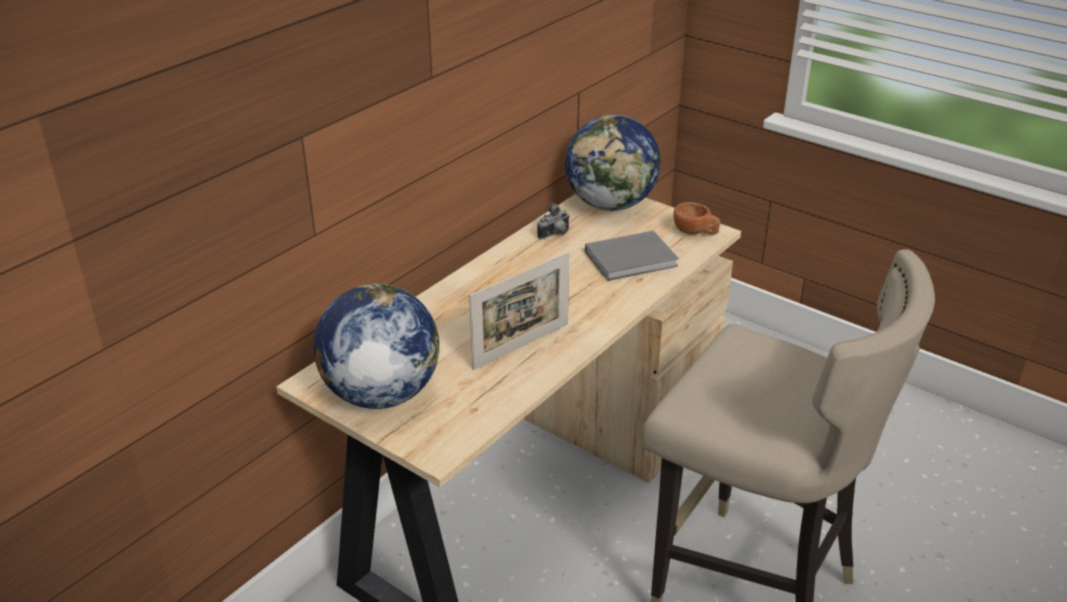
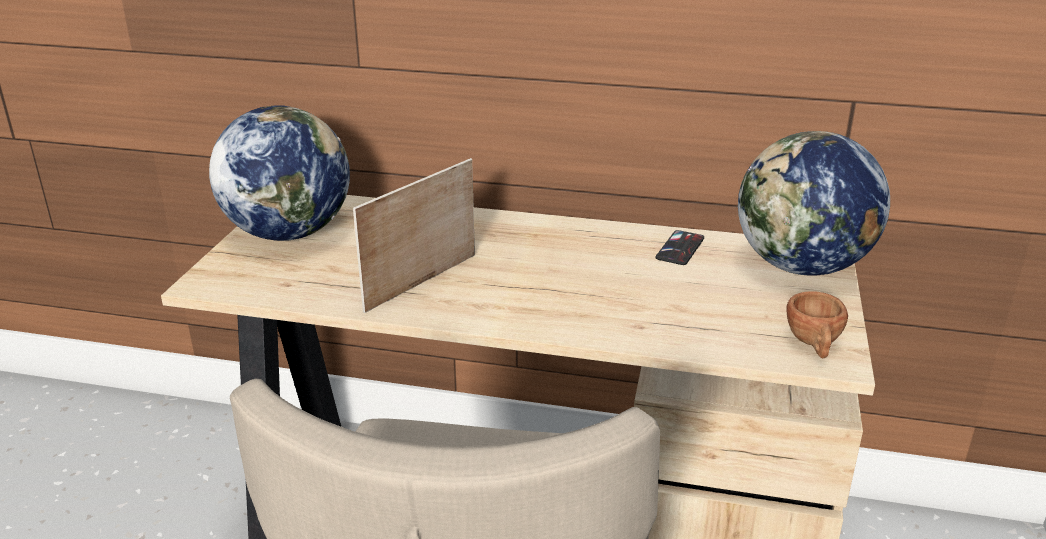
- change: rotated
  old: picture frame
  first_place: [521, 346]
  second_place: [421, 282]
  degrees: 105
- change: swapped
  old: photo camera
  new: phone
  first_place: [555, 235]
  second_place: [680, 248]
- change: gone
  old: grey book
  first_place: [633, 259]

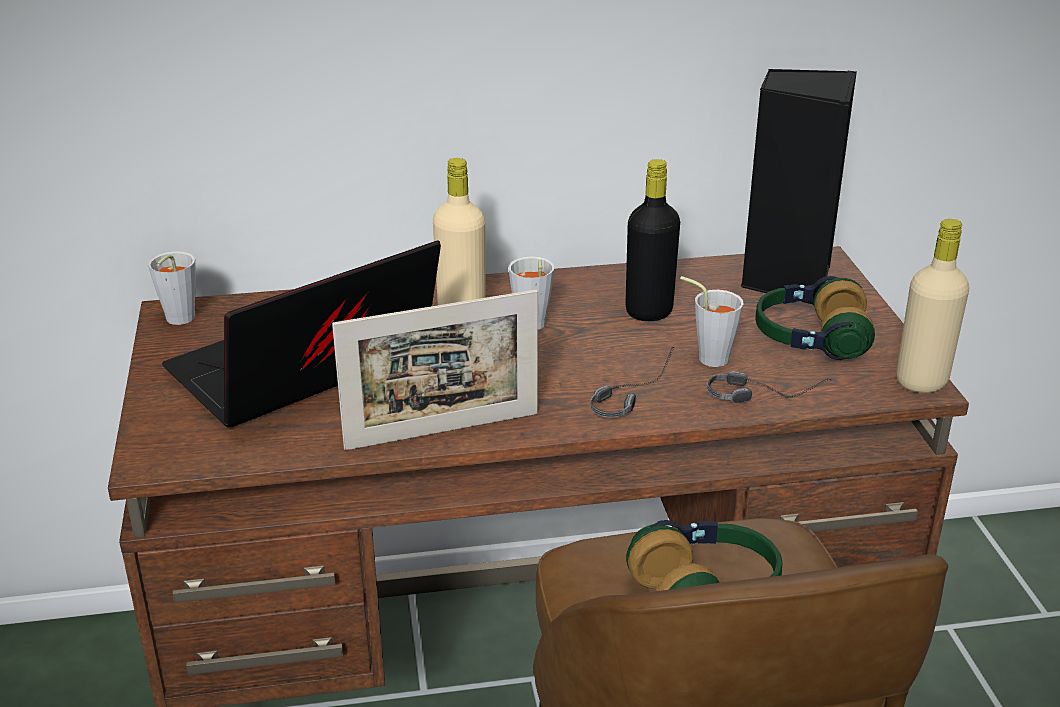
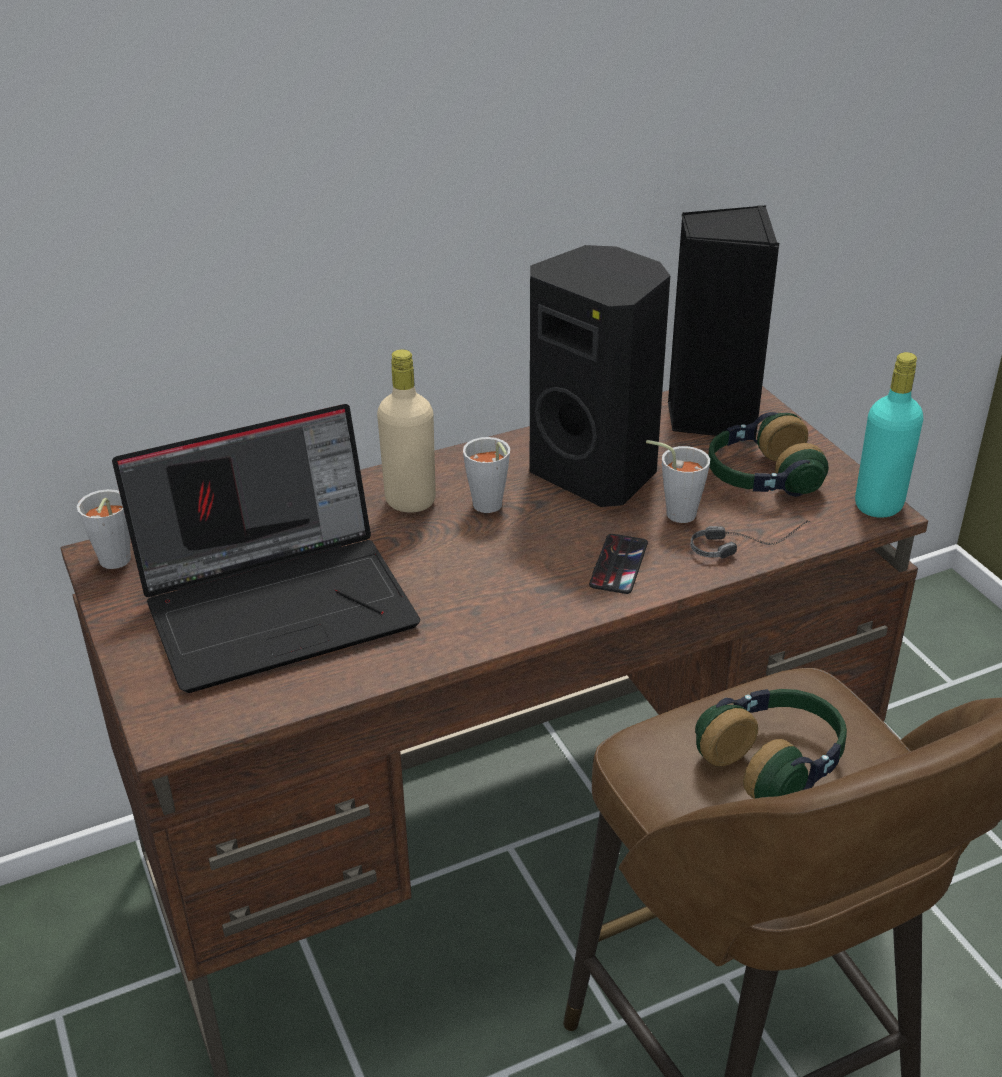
- change: rotated
  old: laptop
  first_place: [302, 373]
  second_place: [280, 602]
  degrees: -150
- change: swapped
  old: black bottle
  new: black speaker
  first_place: [649, 312]
  second_place: [596, 472]
- change: swapped
  old: headphones
  new: phone
  first_place: [630, 392]
  second_place: [618, 564]
- change: repainted
  old: beige bottle
  new: turquoise bottle
  first_place: [921, 381]
  second_place: [878, 505]
- change: gone
  old: picture frame
  first_place: [442, 431]

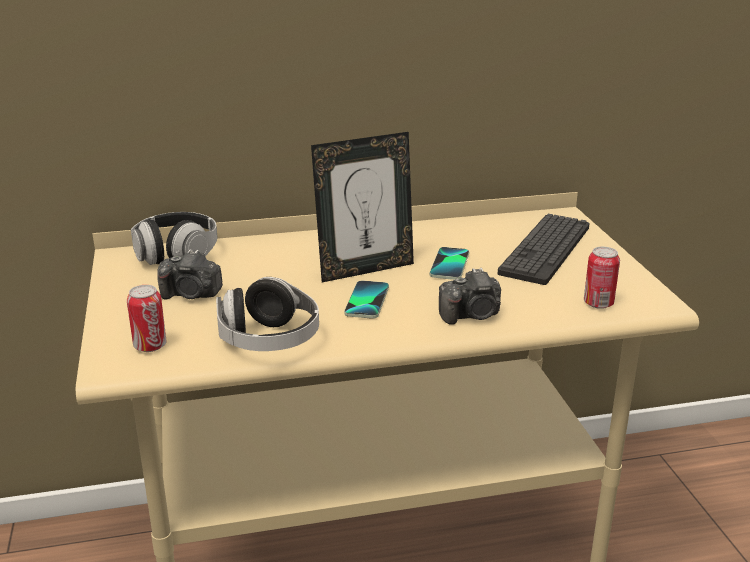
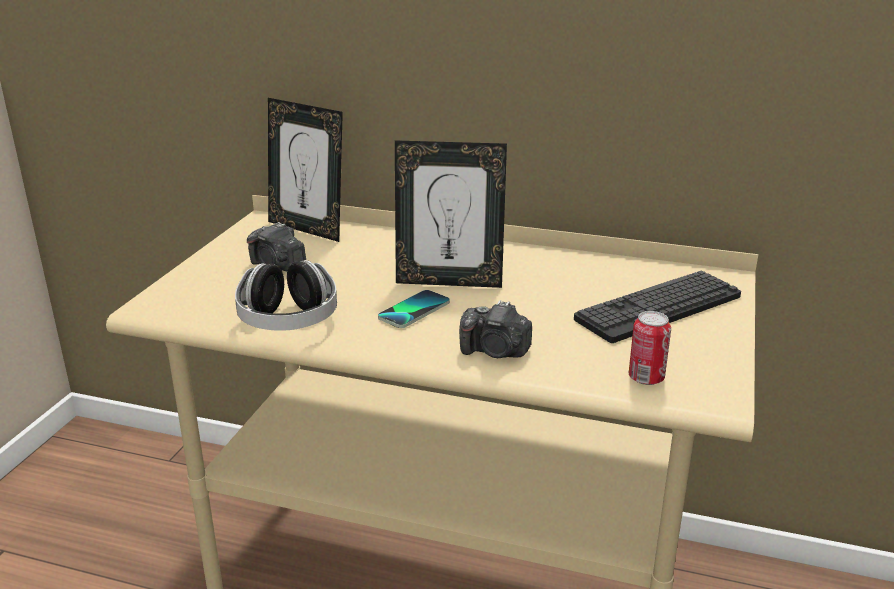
- change: swapped
  old: headphones
  new: picture frame
  first_place: [176, 254]
  second_place: [308, 229]
- change: gone
  old: can
  first_place: [150, 346]
- change: gone
  old: phone
  first_place: [450, 265]

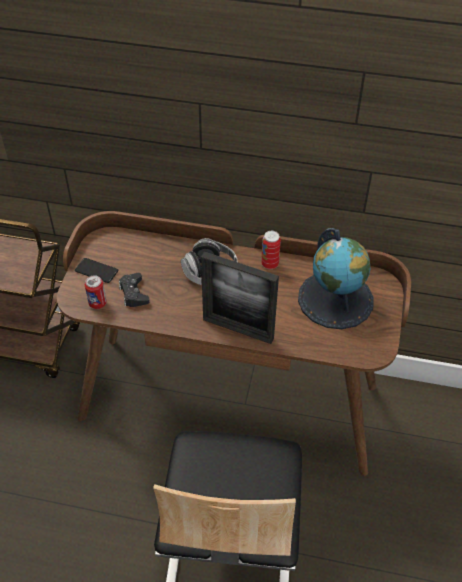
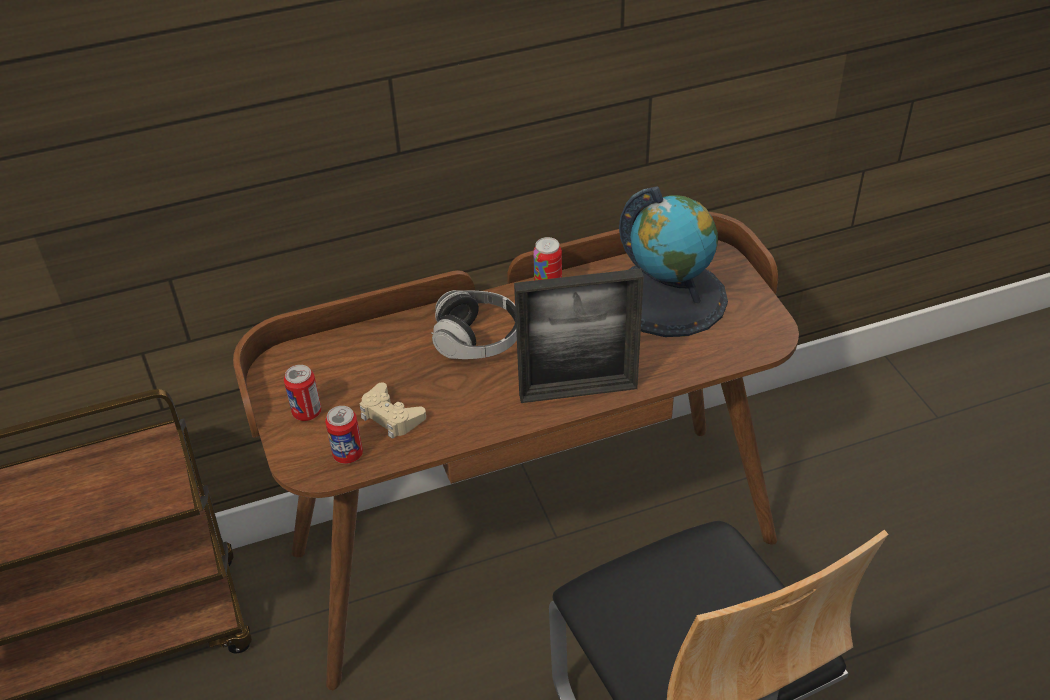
- change: swapped
  old: phone
  new: can
  first_place: [96, 271]
  second_place: [307, 412]
- change: repainted
  old: black game controller
  new: beige game controller
  first_place: [133, 293]
  second_place: [391, 416]

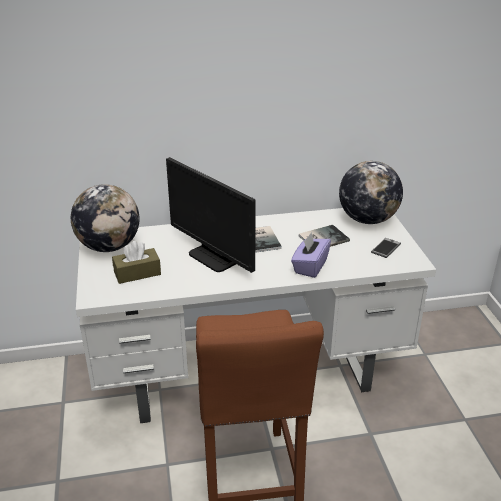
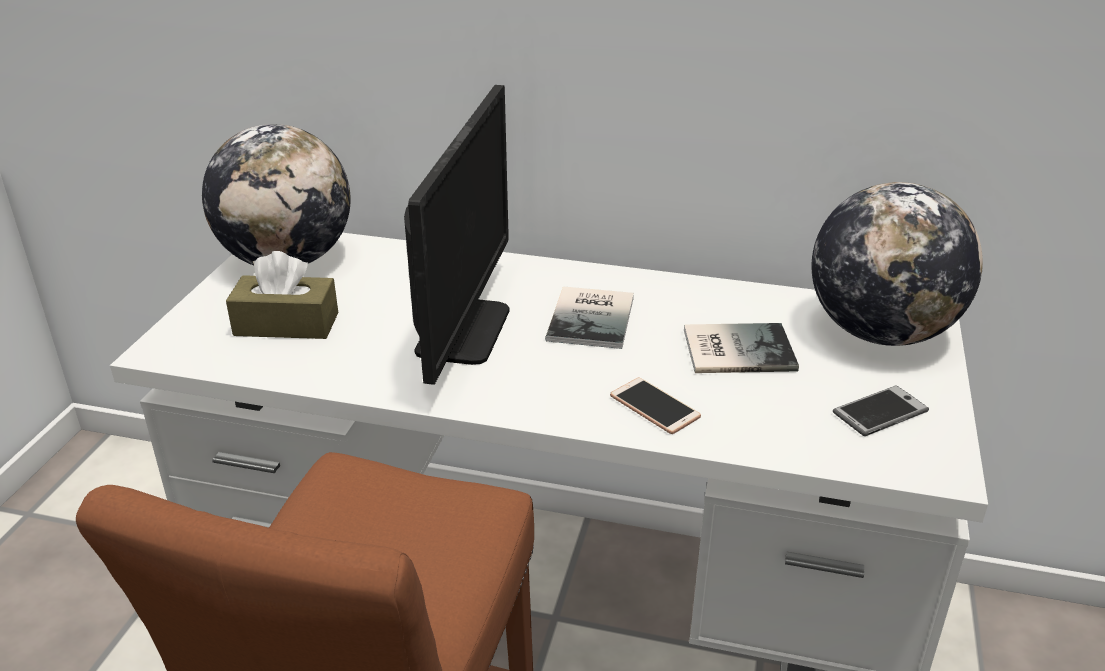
- change: rotated
  old: monitor
  first_place: [214, 257]
  second_place: [463, 331]
  degrees: -150
- change: swapped
  old: purple tissue box
  new: phone
  first_place: [310, 266]
  second_place: [654, 407]

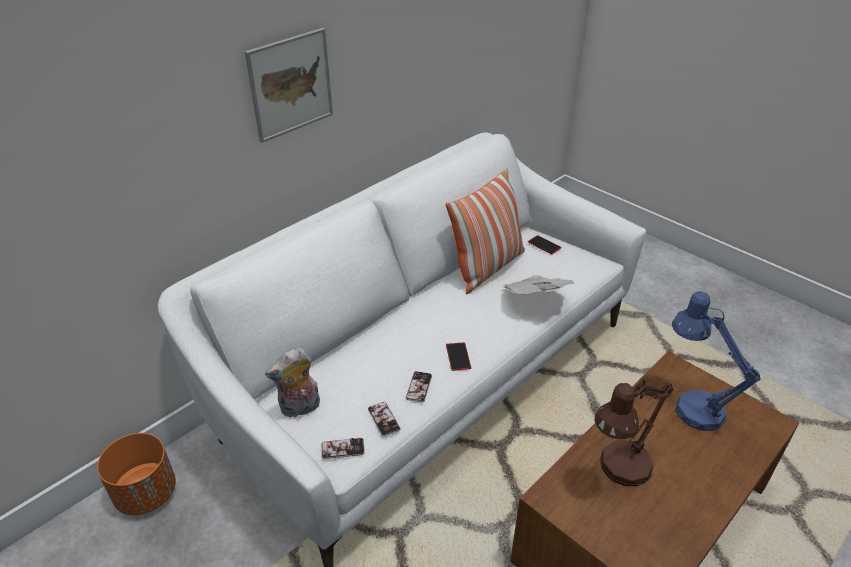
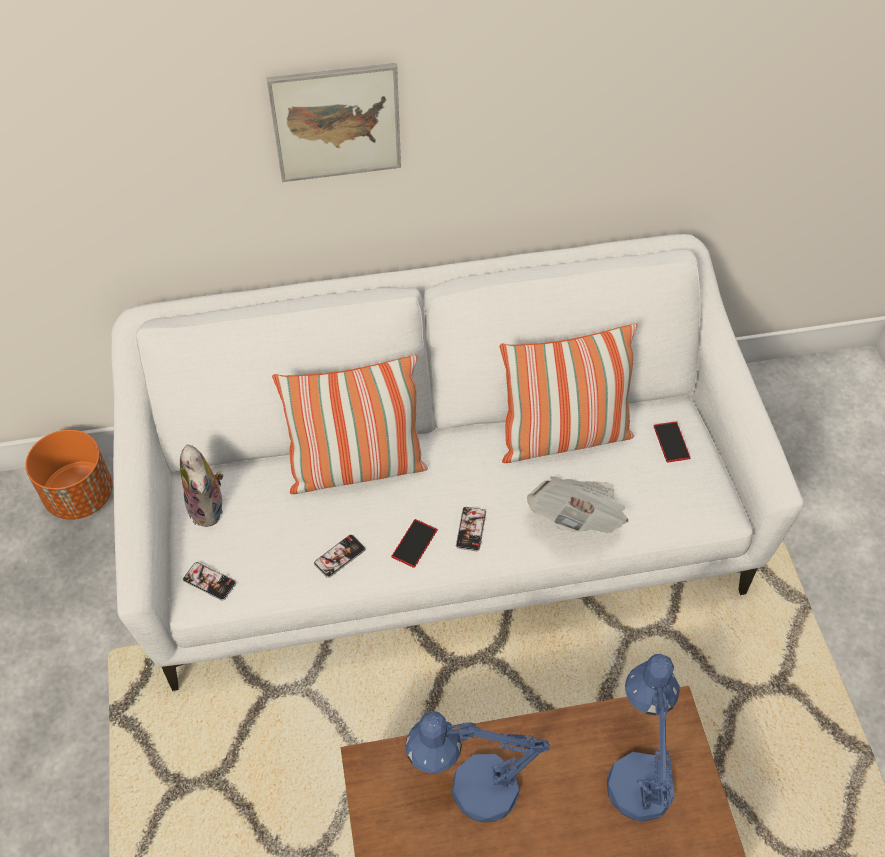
- change: rotated
  old: plush toy
  first_place: [300, 409]
  second_place: [209, 508]
  degrees: -120
- change: new
  new: pillow
  second_place: [356, 468]
- change: repainted
  old: brown table lamp
  new: blue table lamp
  first_place: [618, 471]
  second_place: [470, 789]
- change: shifted
  old: phone
  first_place: [383, 419]
  second_place: [471, 529]

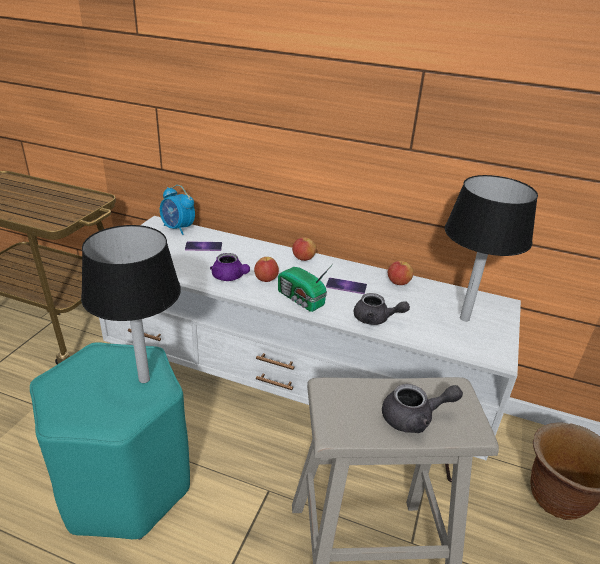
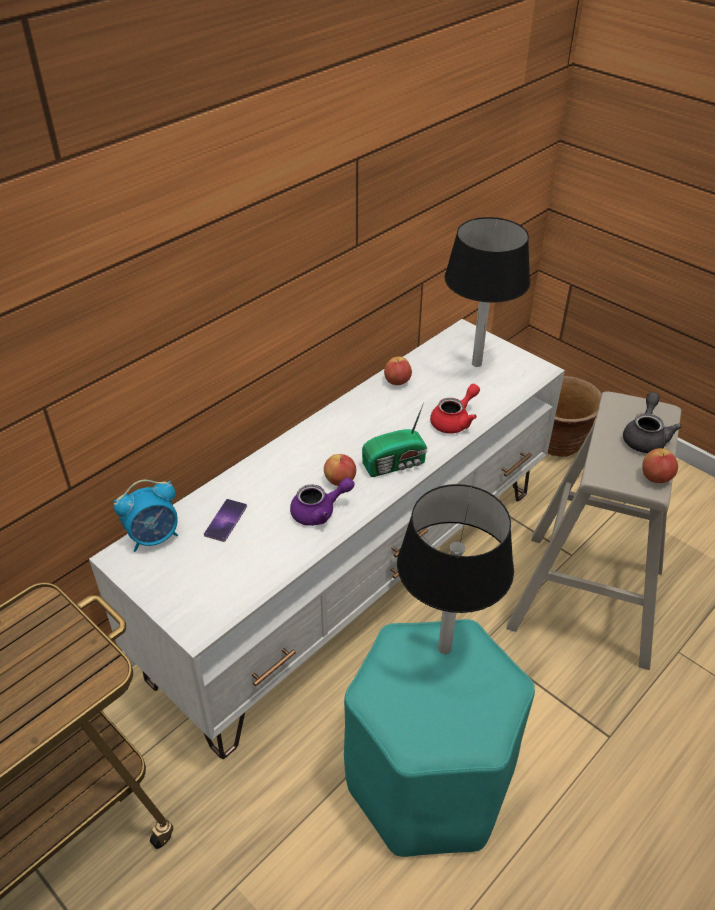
- change: repainted
  old: grey teapot
  new: red teapot
  first_place: [376, 319]
  second_place: [454, 421]
- change: shifted
  old: apple
  first_place: [303, 258]
  second_place: [655, 478]
- change: gone
  old: phone
  first_place: [346, 286]

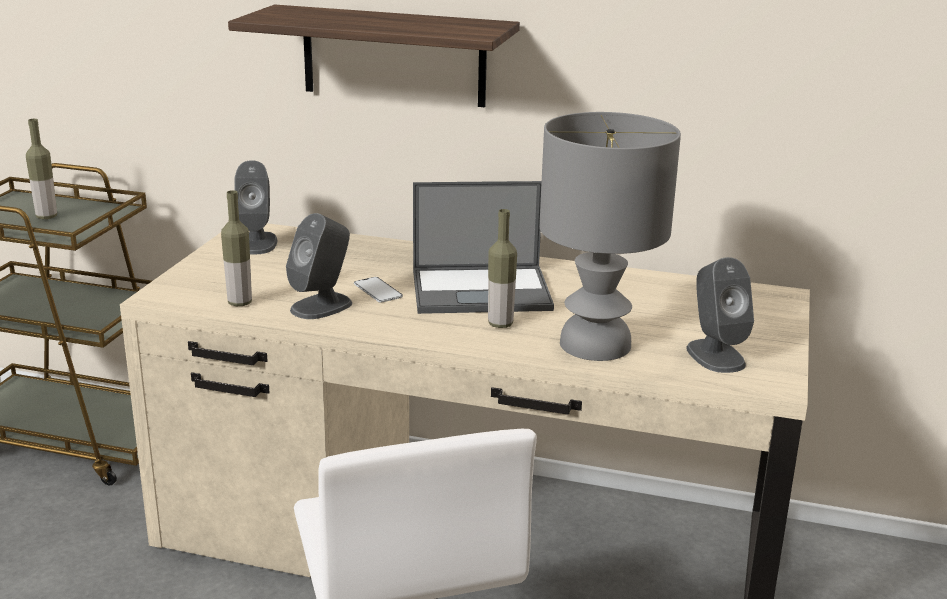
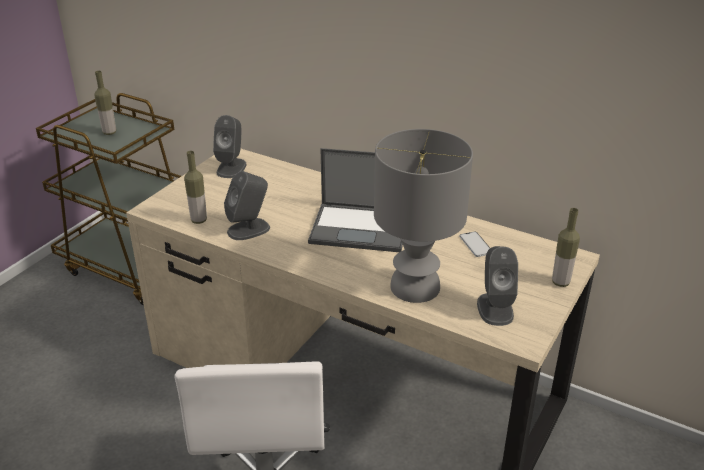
- change: shifted
  old: phone
  first_place: [378, 290]
  second_place: [475, 244]
- change: shifted
  old: bottle
  first_place: [500, 324]
  second_place: [560, 282]
- change: gone
  old: shelf
  first_place: [393, 56]

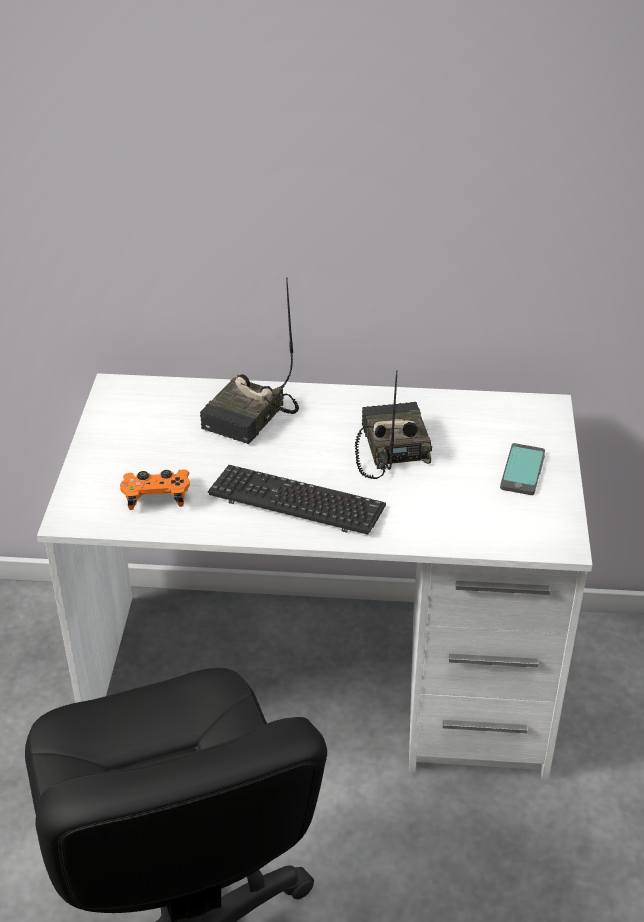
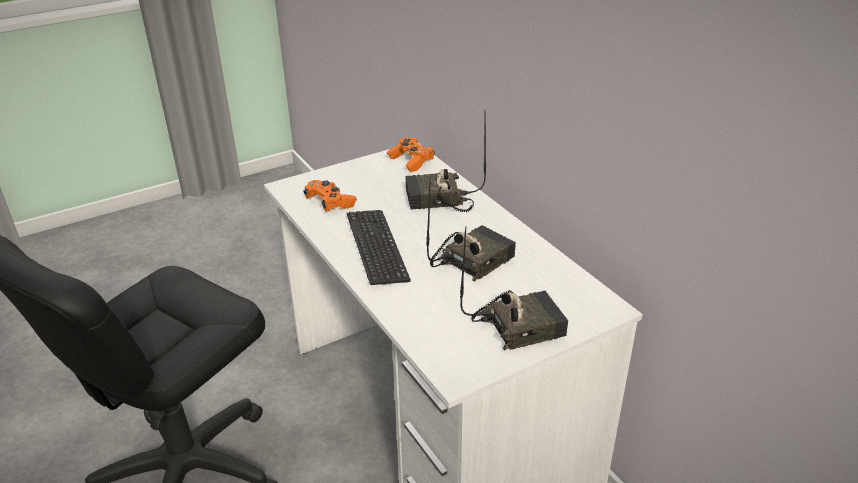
- change: new
  new: orange game controller
  second_place: [411, 161]
- change: swapped
  old: phone
  new: radio
  first_place: [523, 470]
  second_place: [518, 325]

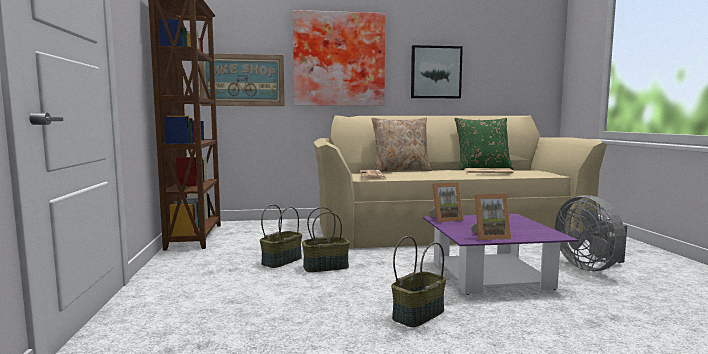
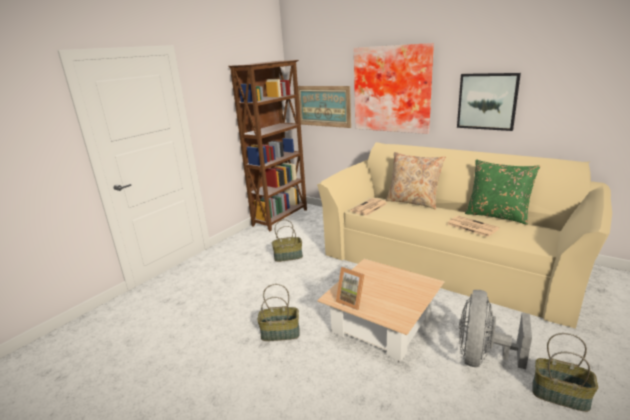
- change: repainted
  old: purple coffee table
  new: beige coffee table
  first_place: [490, 275]
  second_place: [382, 324]
- change: shifted
  old: basket
  first_place: [326, 266]
  second_place: [560, 395]
- change: gone
  old: picture frame
  first_place: [445, 219]

